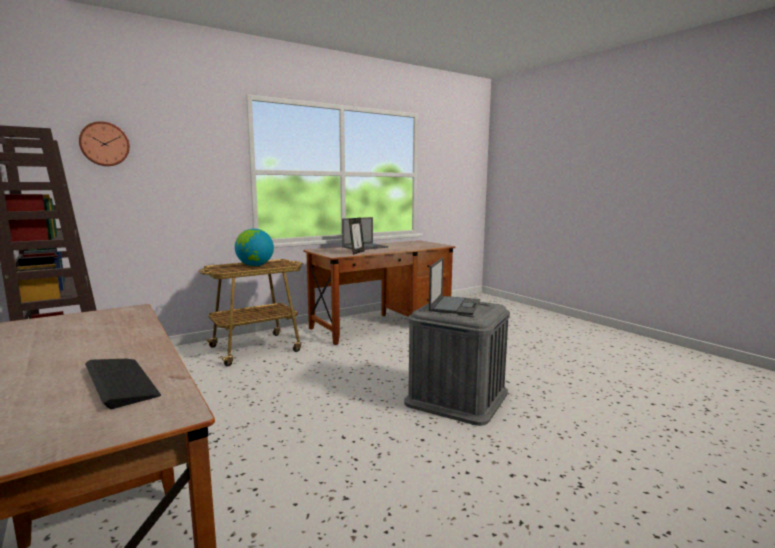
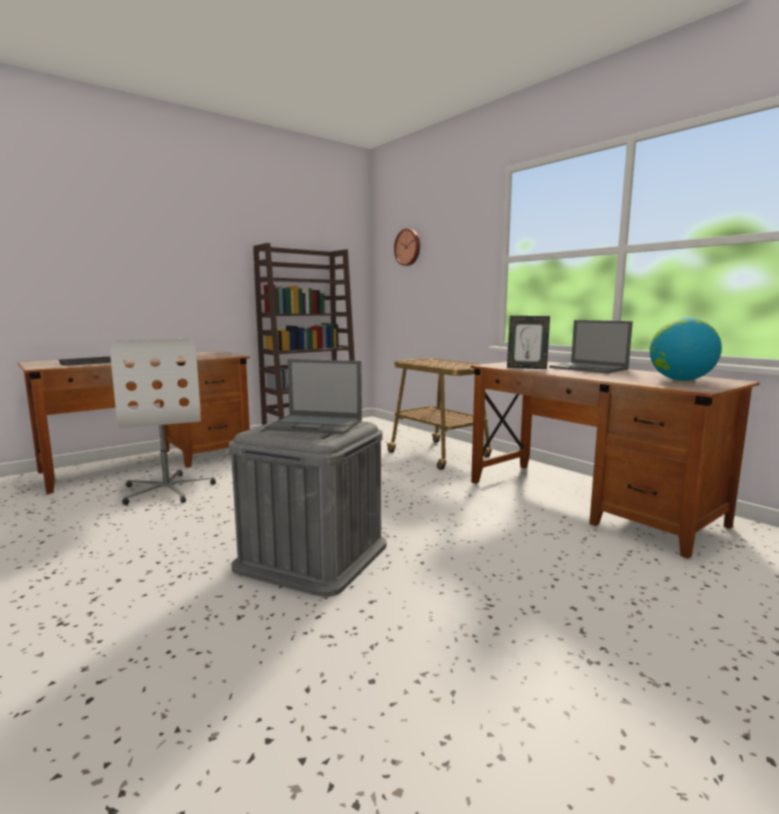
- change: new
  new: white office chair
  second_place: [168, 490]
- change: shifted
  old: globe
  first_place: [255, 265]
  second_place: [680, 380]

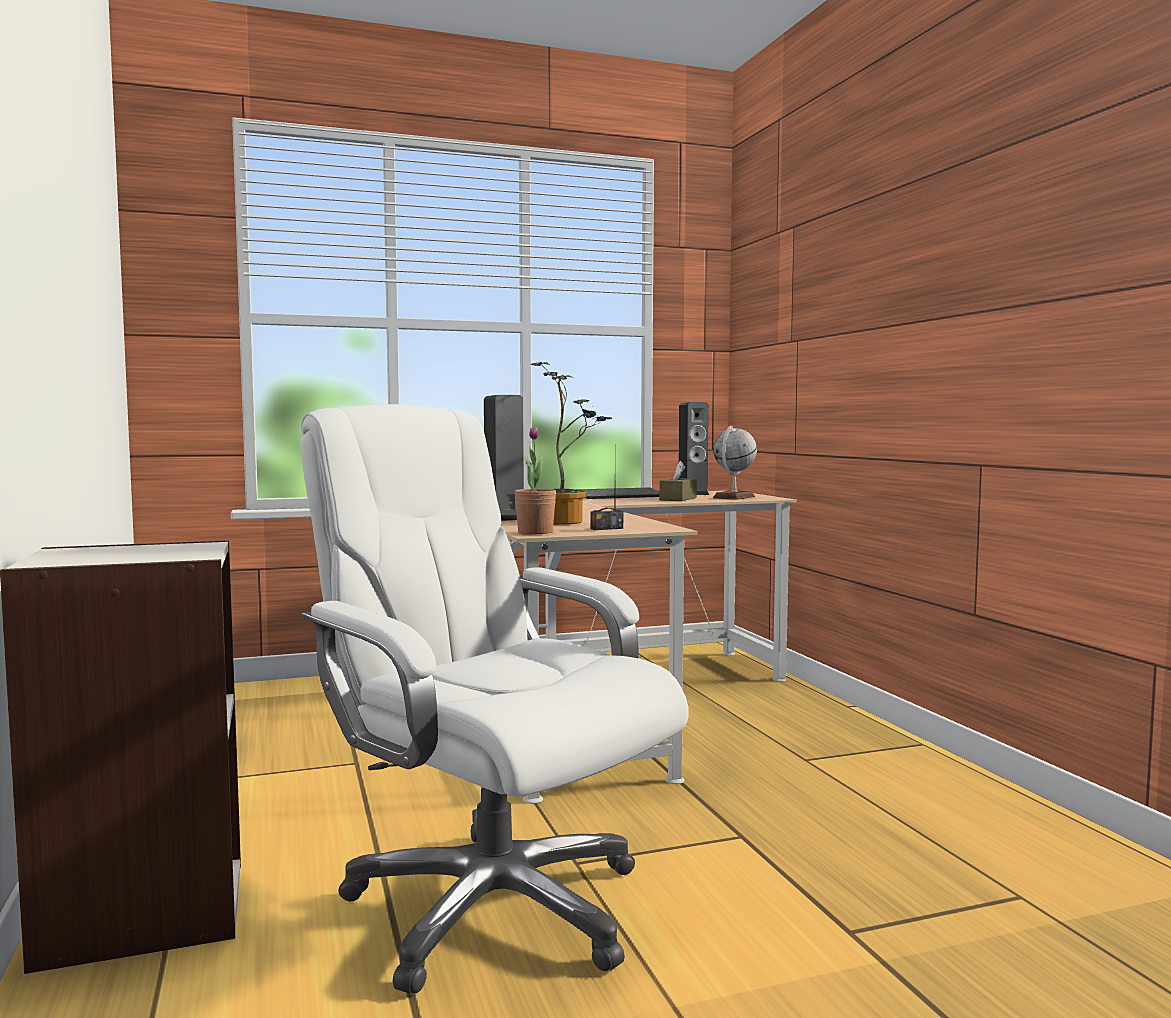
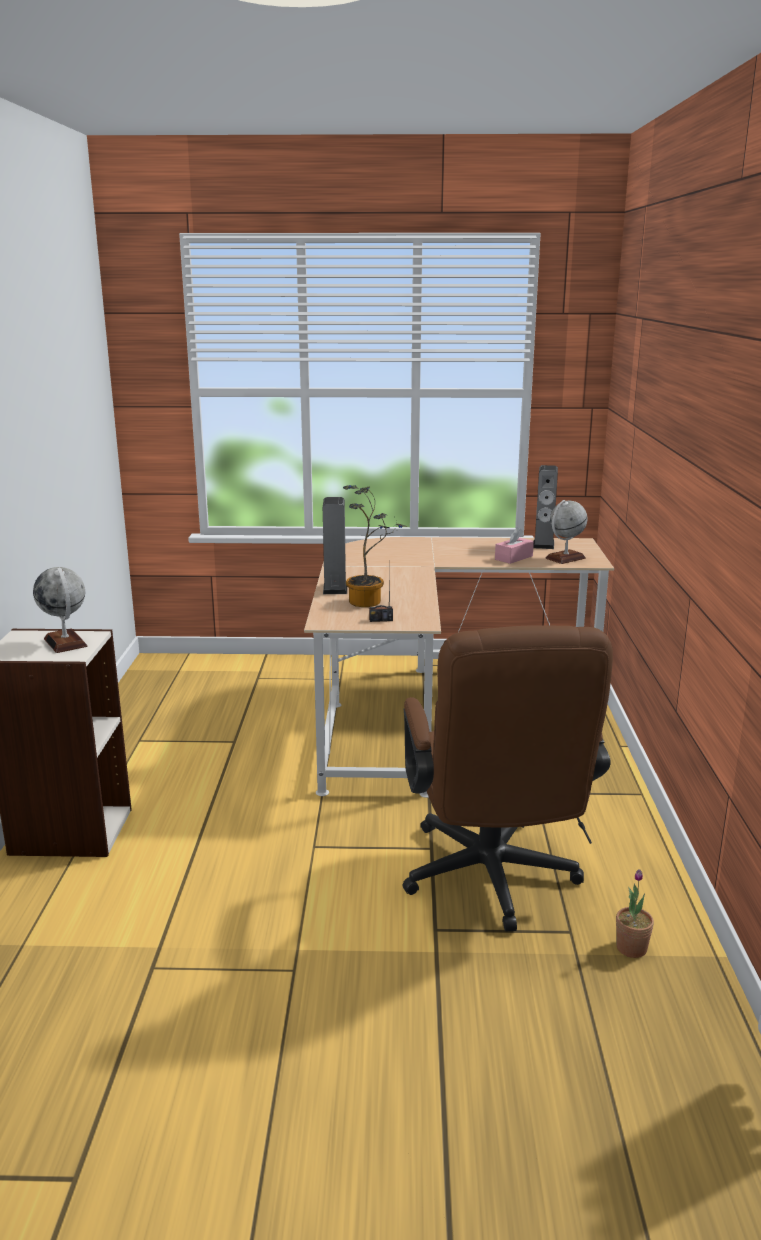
- change: new
  new: globe
  second_place: [65, 642]
- change: new
  new: brown office chair
  second_place: [492, 882]
- change: repainted
  old: brown tissue box
  new: pink tissue box
  first_place: [678, 499]
  second_place: [513, 558]
- change: shifted
  old: potted plant
  first_place: [535, 532]
  second_place: [631, 948]
- change: gone
  old: white office chair
  first_place: [492, 905]
- change: gone
  old: keyboard
  first_place: [620, 496]

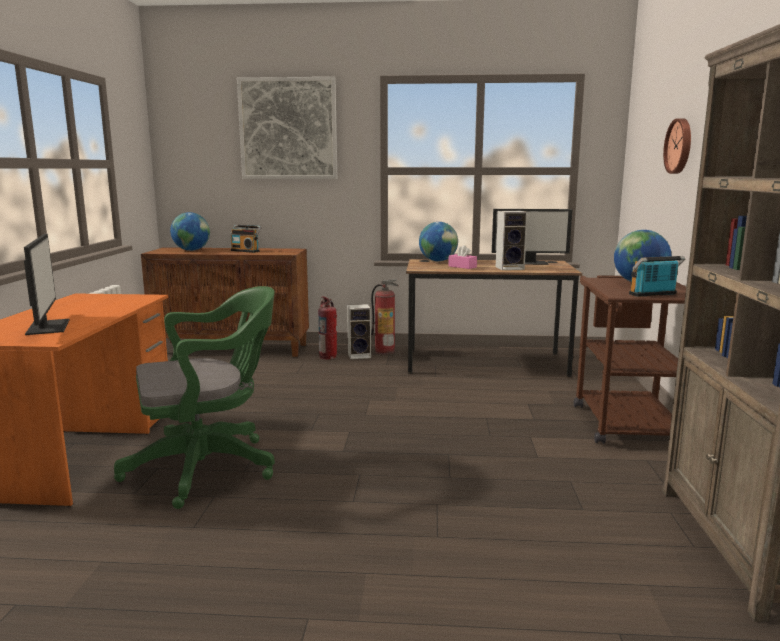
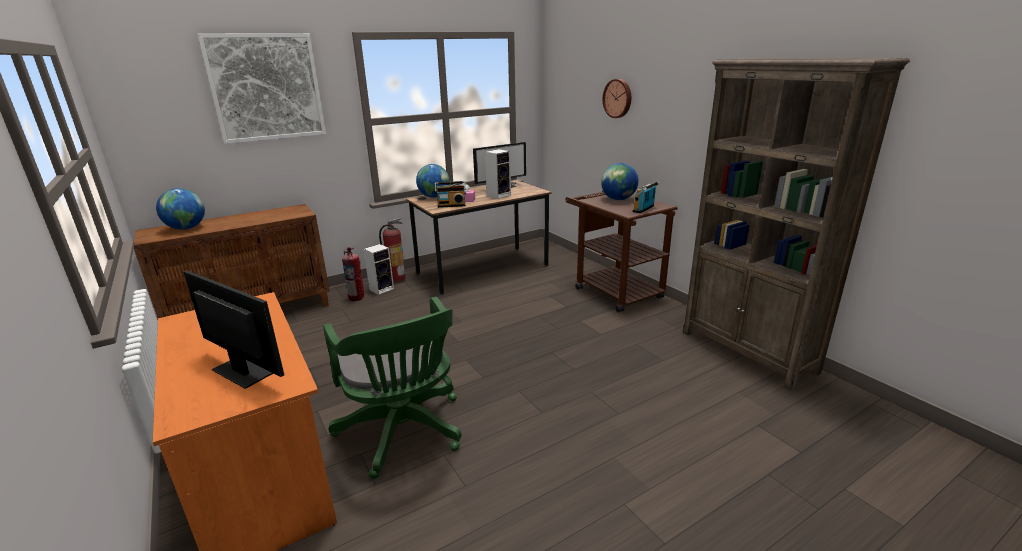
- change: rotated
  old: green office chair
  first_place: [209, 467]
  second_place: [404, 433]
  degrees: 120
- change: shifted
  old: radio
  first_place: [246, 251]
  second_place: [451, 205]

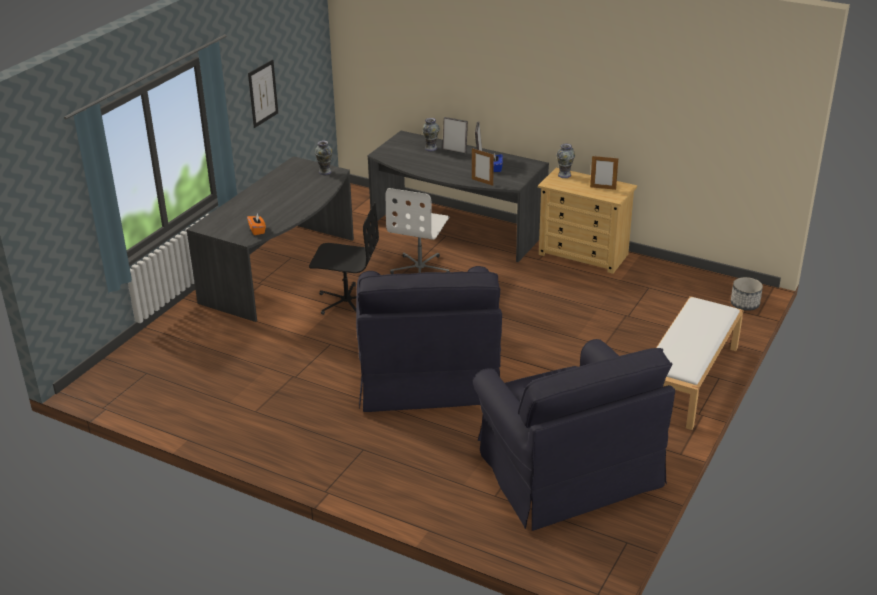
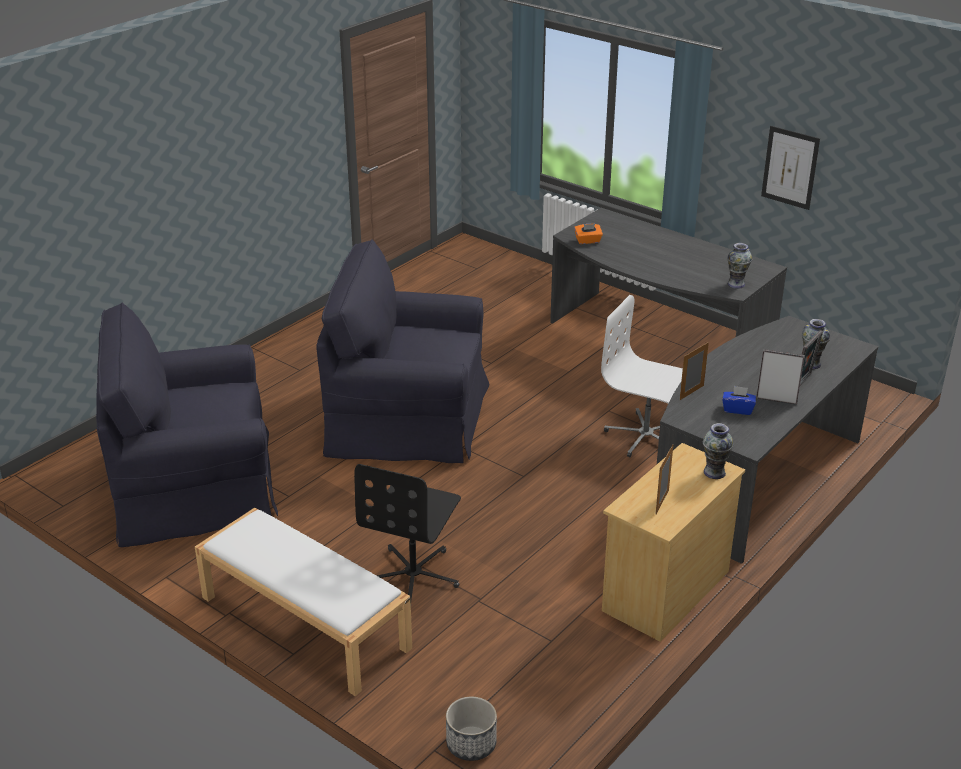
- change: shifted
  old: black office chair
  first_place: [346, 302]
  second_place: [414, 575]

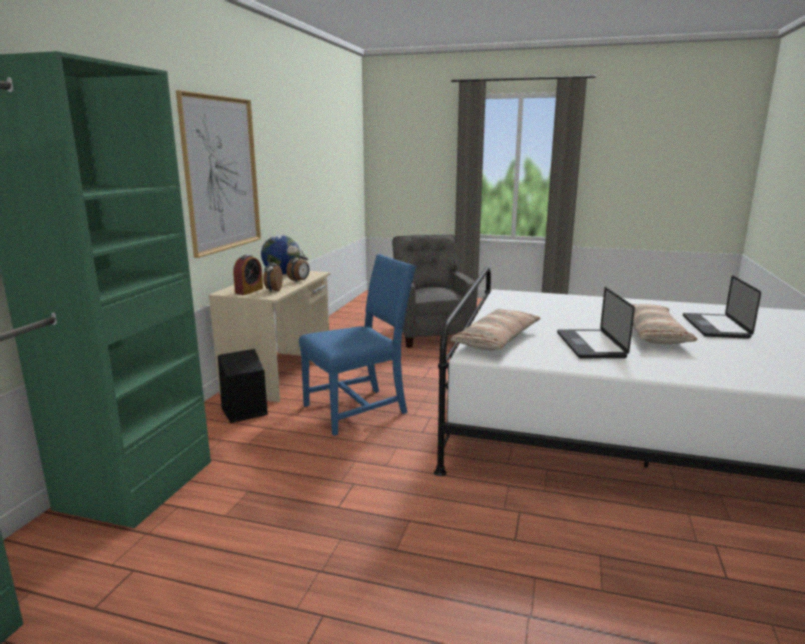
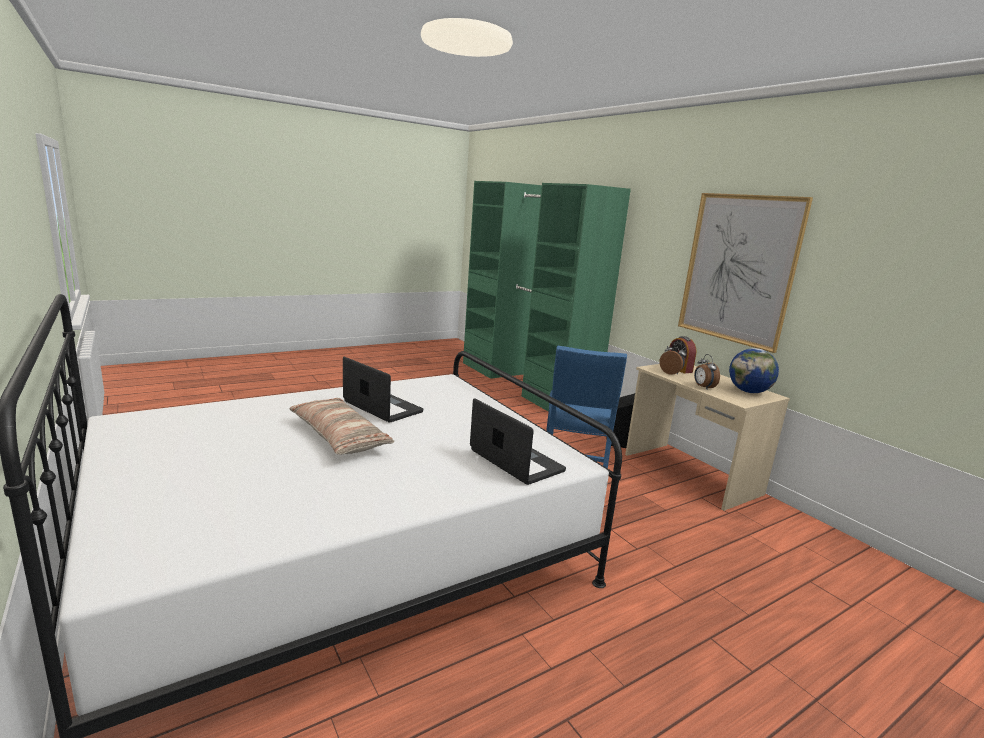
- change: shifted
  old: laptop
  first_place: [715, 327]
  second_place: [516, 461]
- change: gone
  old: grey armchair
  first_place: [430, 334]
- change: gone
  old: pillow
  first_place: [497, 340]

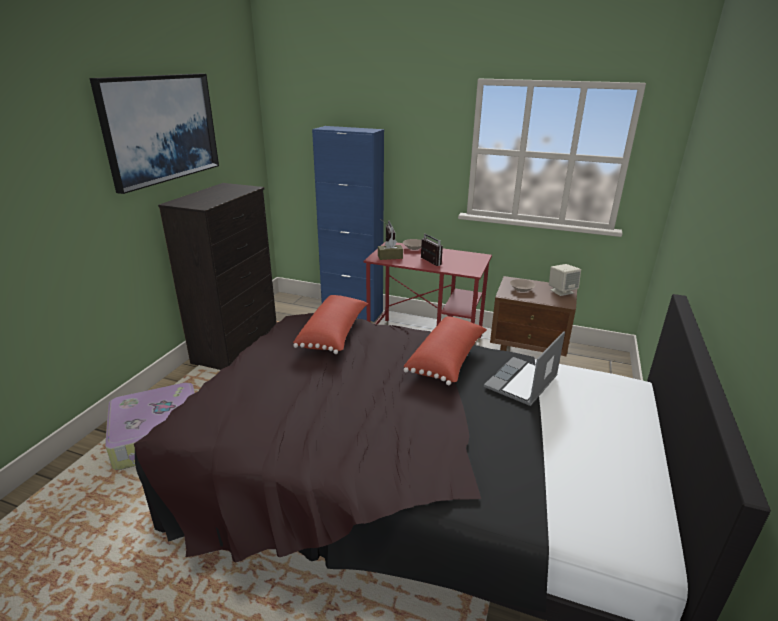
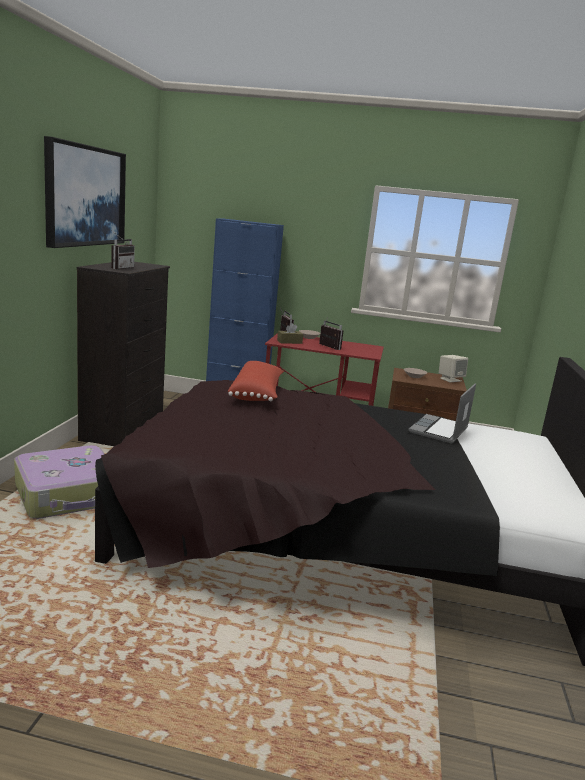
- change: new
  new: radio
  second_place: [119, 268]
- change: gone
  old: red pillow
  first_place: [448, 360]

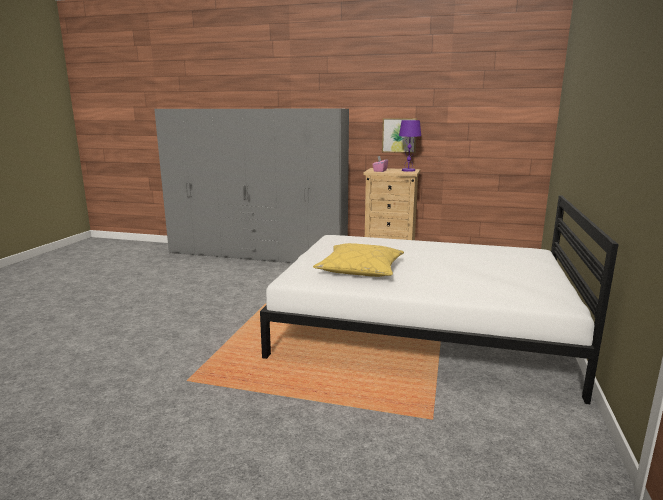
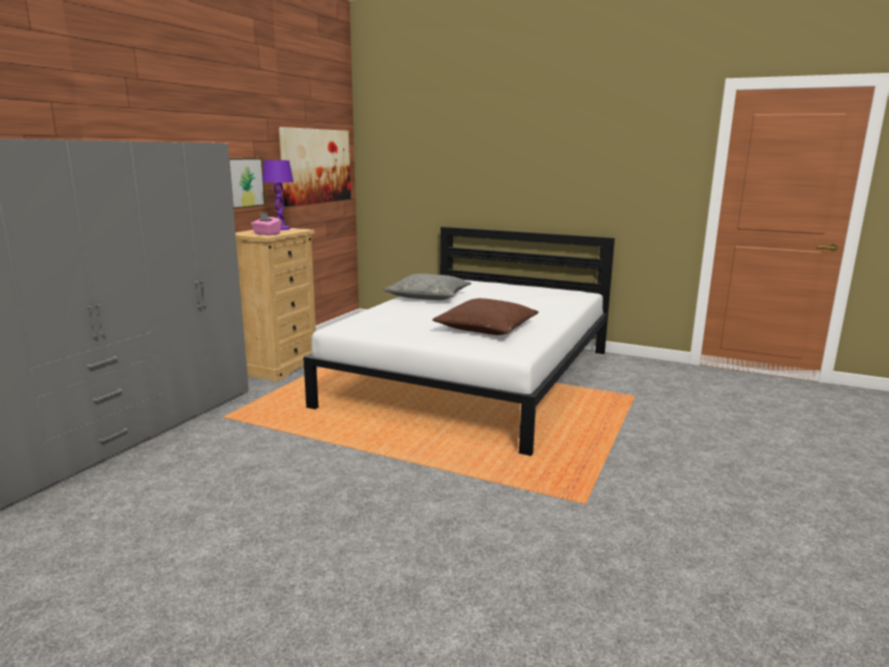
- change: new
  new: picture
  second_place: [316, 166]
- change: new
  new: grey pillow
  second_place: [428, 296]
- change: repainted
  old: yellow pillow
  new: brown pillow
  first_place: [360, 270]
  second_place: [486, 328]

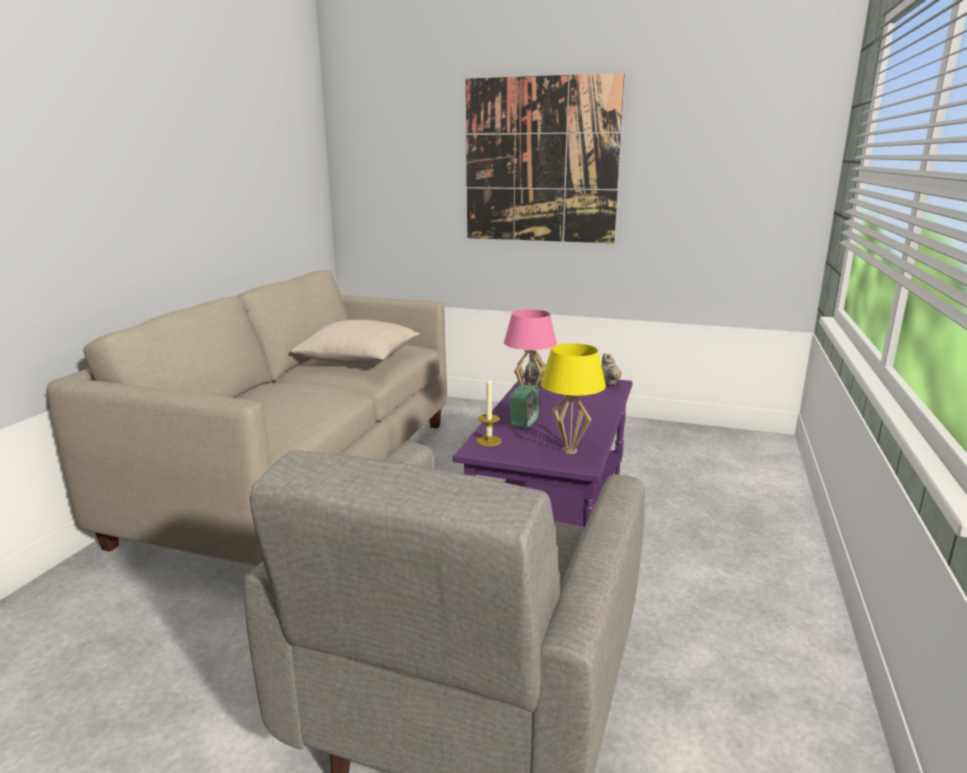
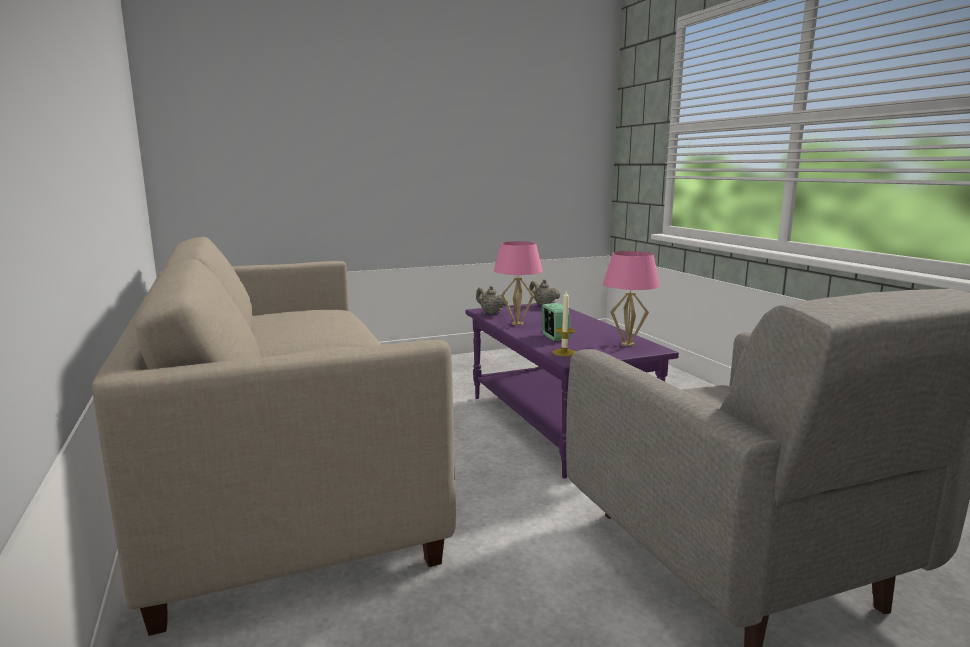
- change: repainted
  old: yellow table lamp
  new: pink table lamp
  first_place: [569, 450]
  second_place: [627, 344]
- change: gone
  old: beige pillow
  first_place: [359, 360]
- change: gone
  old: picture
  first_place: [540, 161]

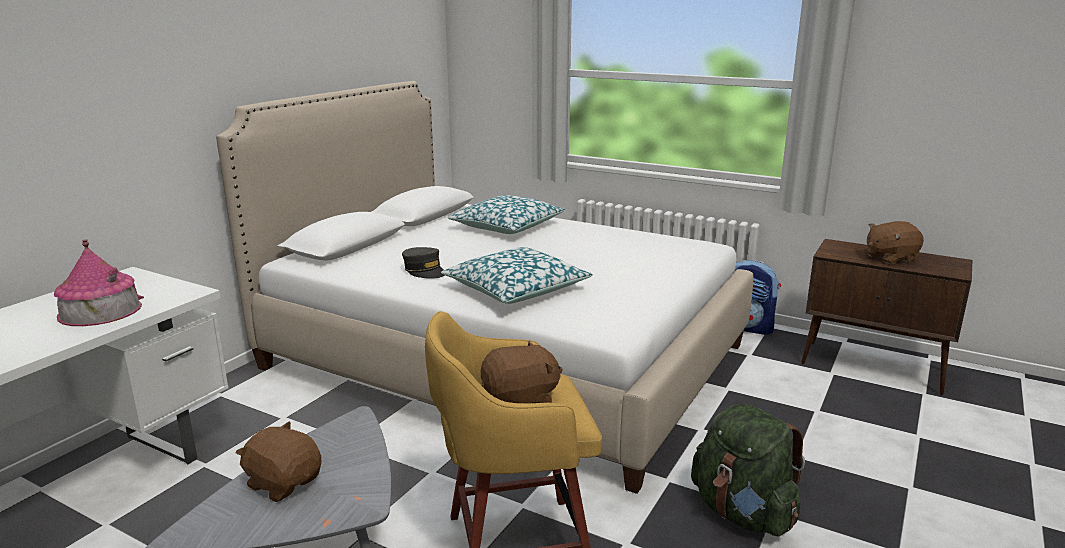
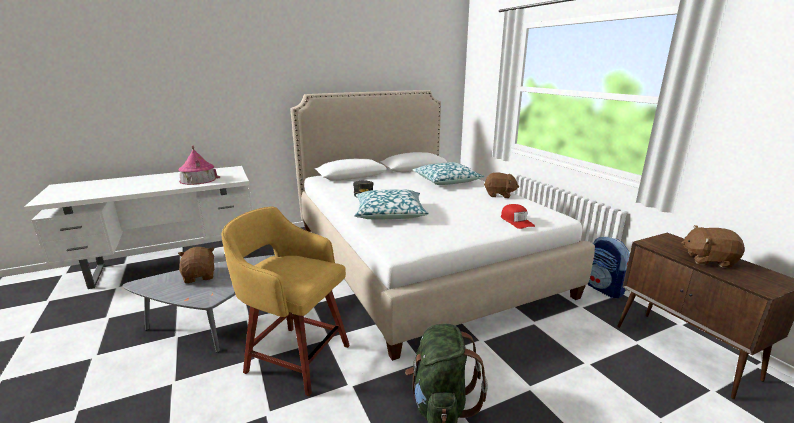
- change: shifted
  old: brown plush toy
  first_place: [520, 400]
  second_place: [499, 195]
- change: new
  new: red cap
  second_place: [516, 221]

